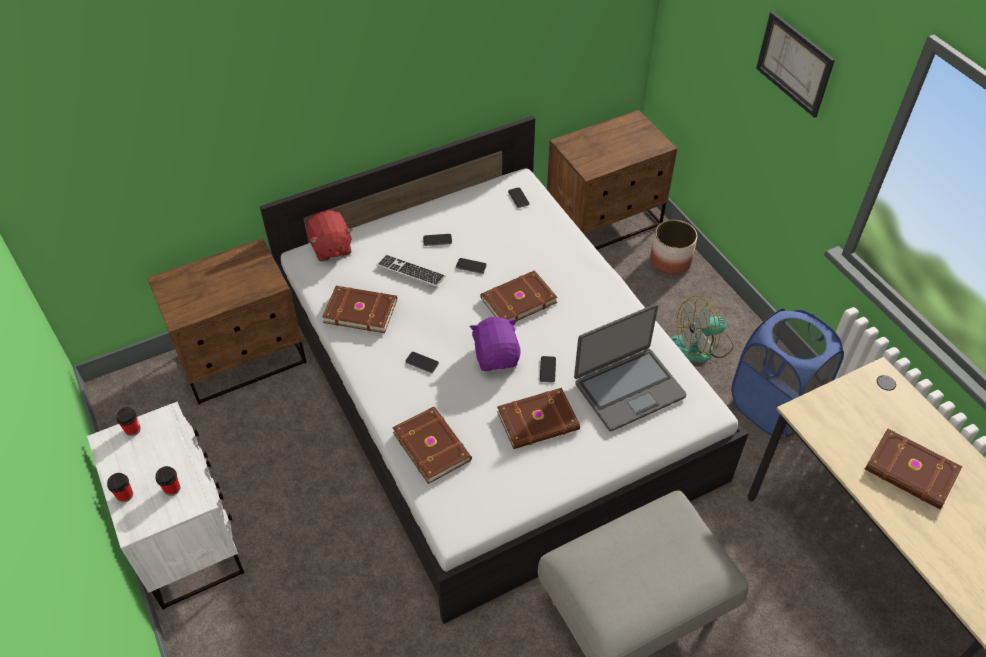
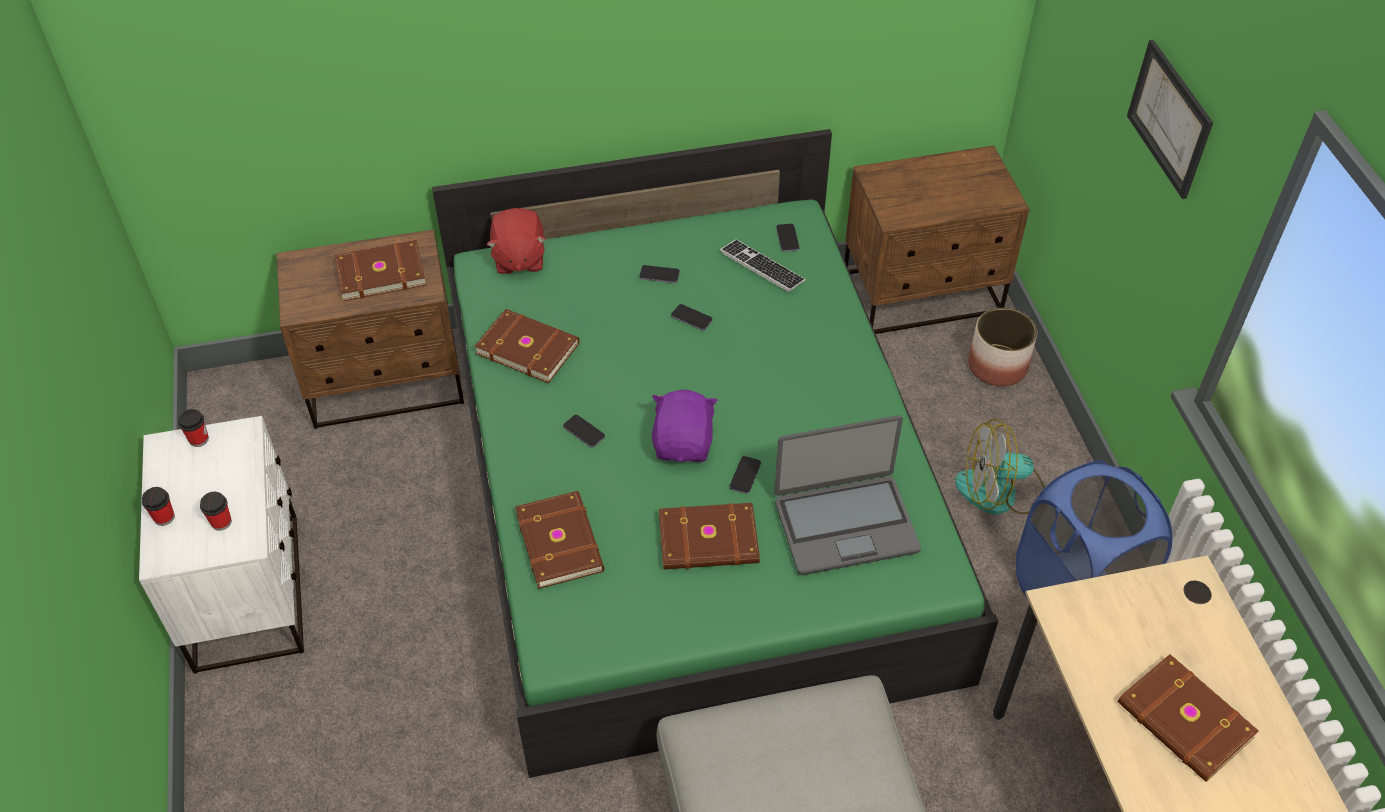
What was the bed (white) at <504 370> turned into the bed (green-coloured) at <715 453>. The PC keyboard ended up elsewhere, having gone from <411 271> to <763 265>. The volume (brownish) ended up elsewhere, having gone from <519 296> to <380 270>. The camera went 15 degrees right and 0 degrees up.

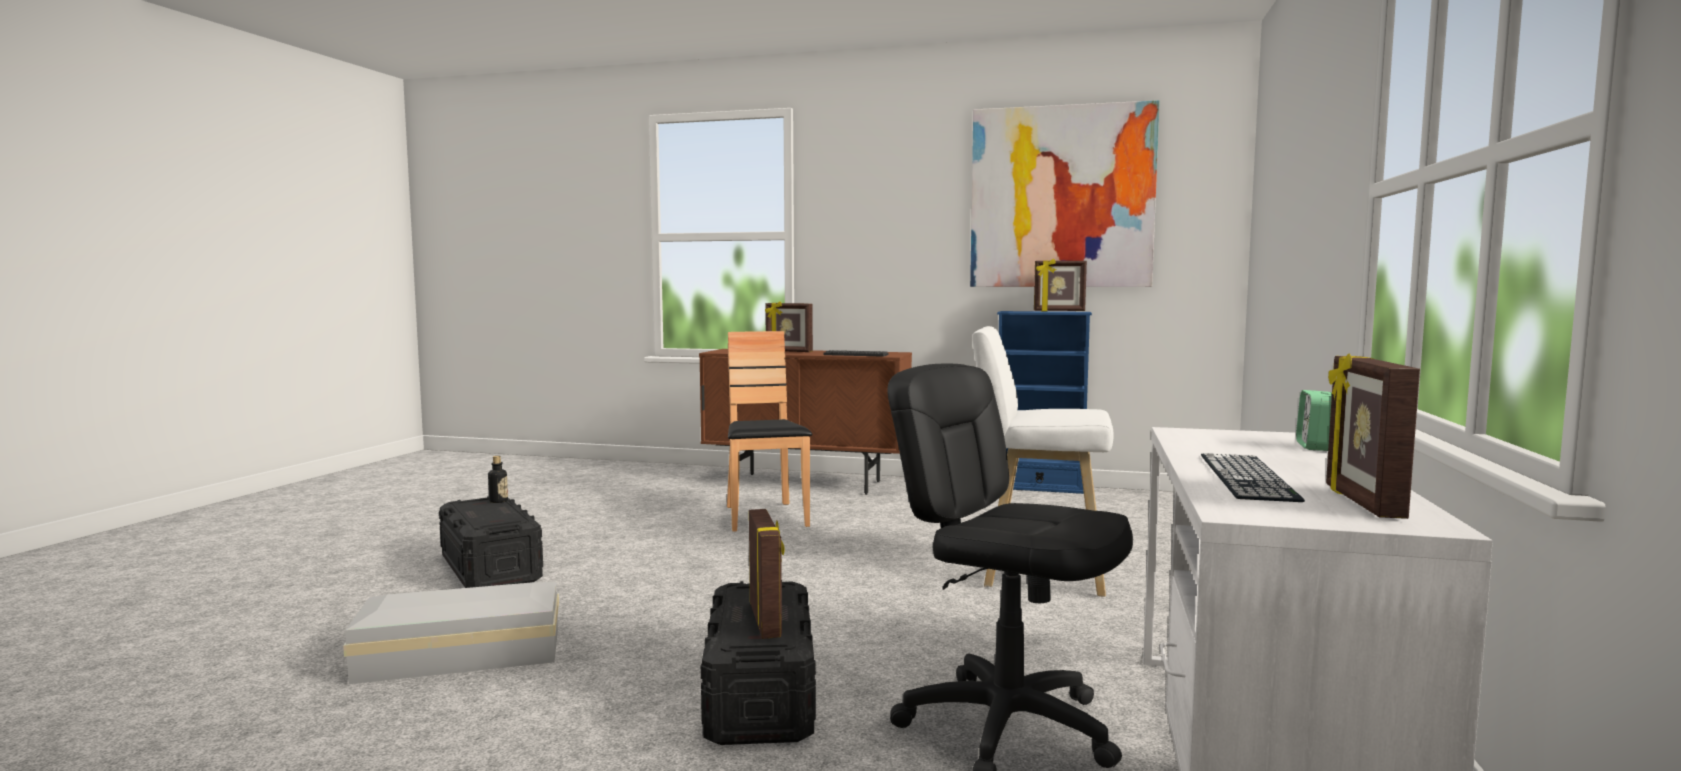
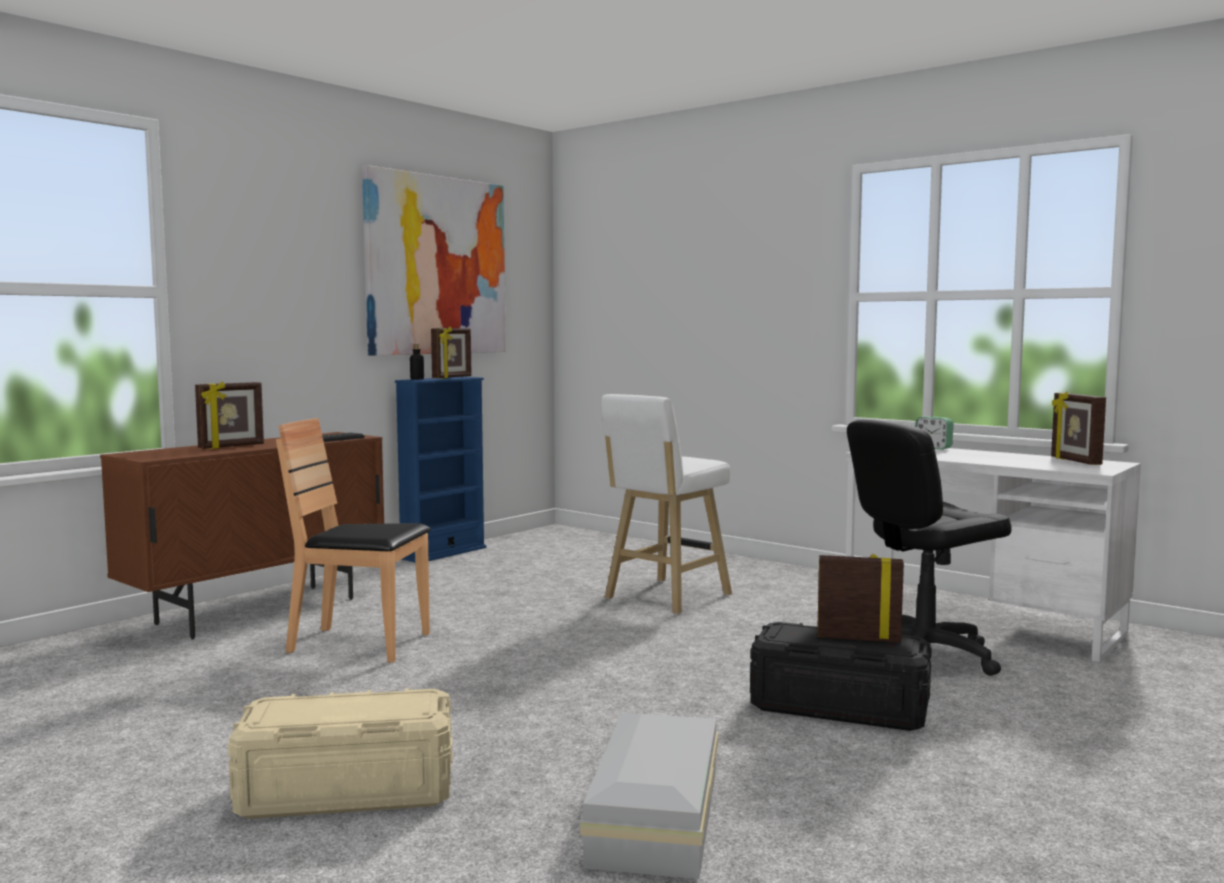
What was the storage container (black-coloured) at <491 542> turned into the storage container (beige) at <340 753>. The drink bottle ended up elsewhere, having gone from <498 479> to <417 362>. The second view lost the PC keyboard at <1253 477>. The picture frame at <1373 436> ended up facing another way, 45 degrees clockwise from before. The camera went 65 degrees left and 0 degrees up.

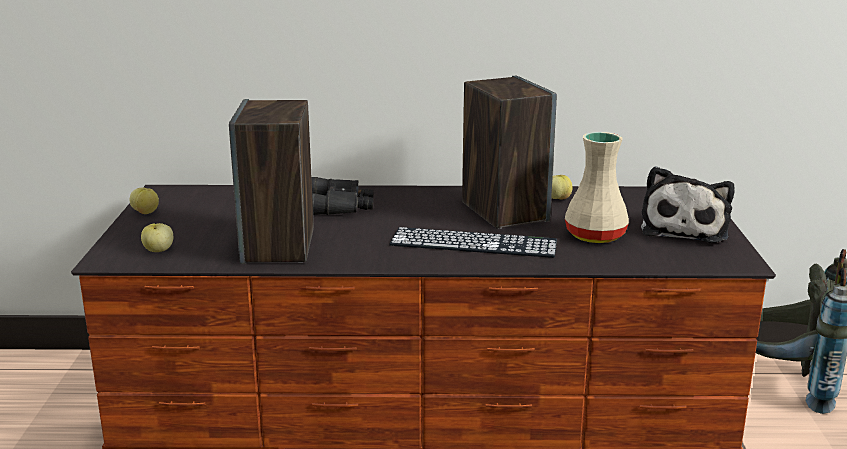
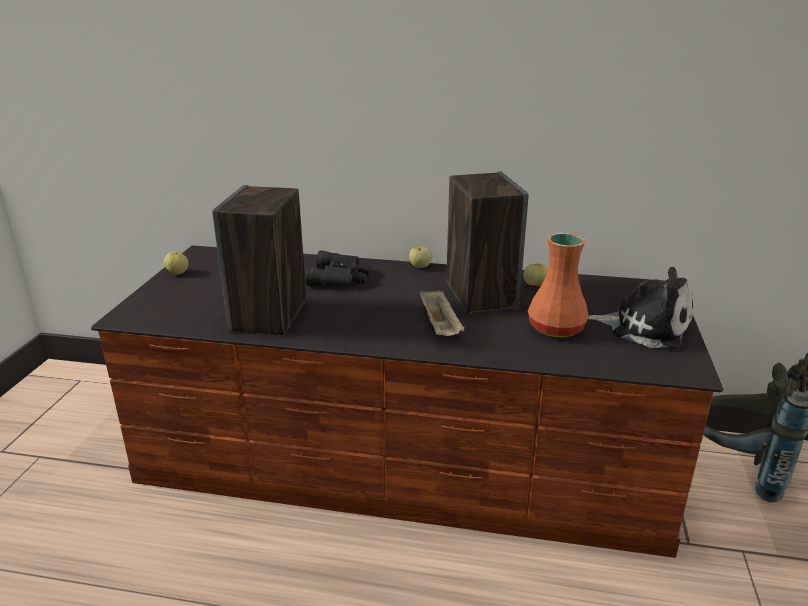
The whole apple ended up elsewhere, having gone from <157 237> to <420 257>. Where the PC keyboard stood at <473 242>, the carrying tray (beige) came to stand at <442 313>. What was the flower vase (beige) at <597 187> turned into the flower vase (orangey) at <558 285>. The plush toy at <687 204> ended up facing another way, 90 degrees counterclockwise from before. The camera went 10 degrees right and 5 degrees up.

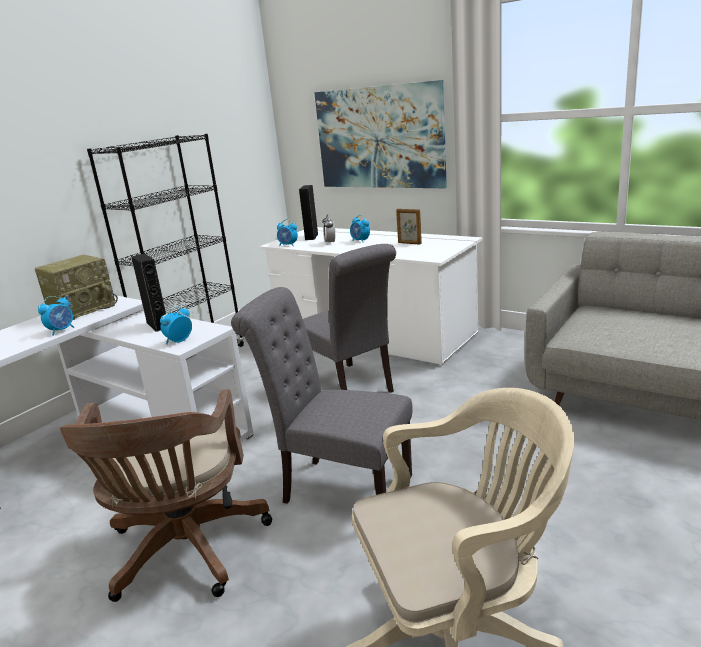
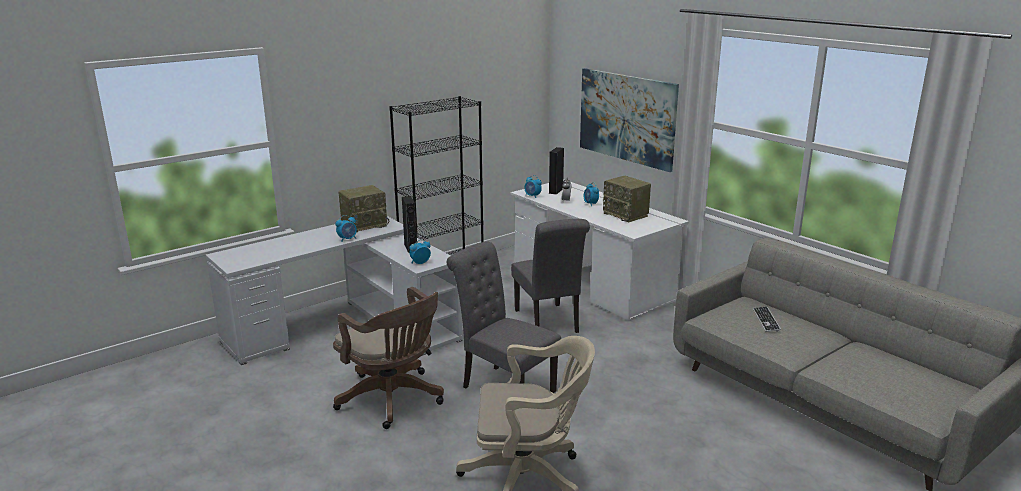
The office chair (brownish) at <166 495> ended up facing another way, 60 degrees counterclockwise from before. Where the picture frame stood at <409 227>, the radio set came to stand at <627 199>. The second view gained the PC keyboard at <767 319>. The camera went 15 degrees right and 0 degrees up.

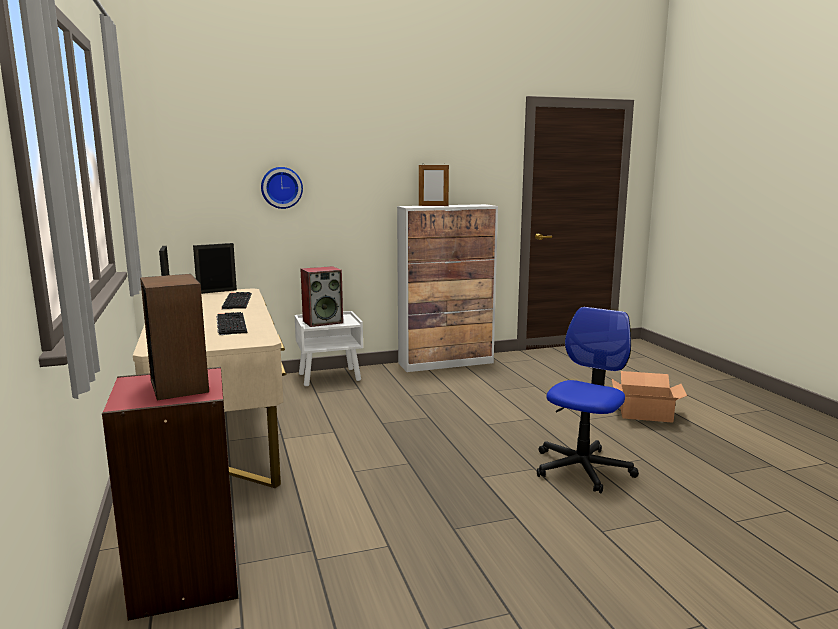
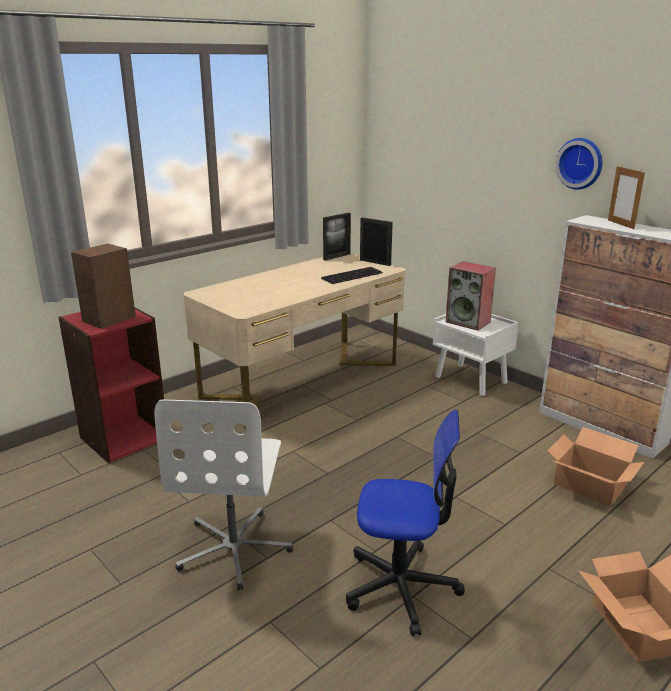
The second view lost the PC keyboard at <232 323>. The hanging clock ended up elsewhere, having gone from <282 188> to <579 164>. The second view gained the office chair (white) at <223 494>. The second view gained the cardboard box at <595 466>. The camera went 65 degrees right and 10 degrees up.

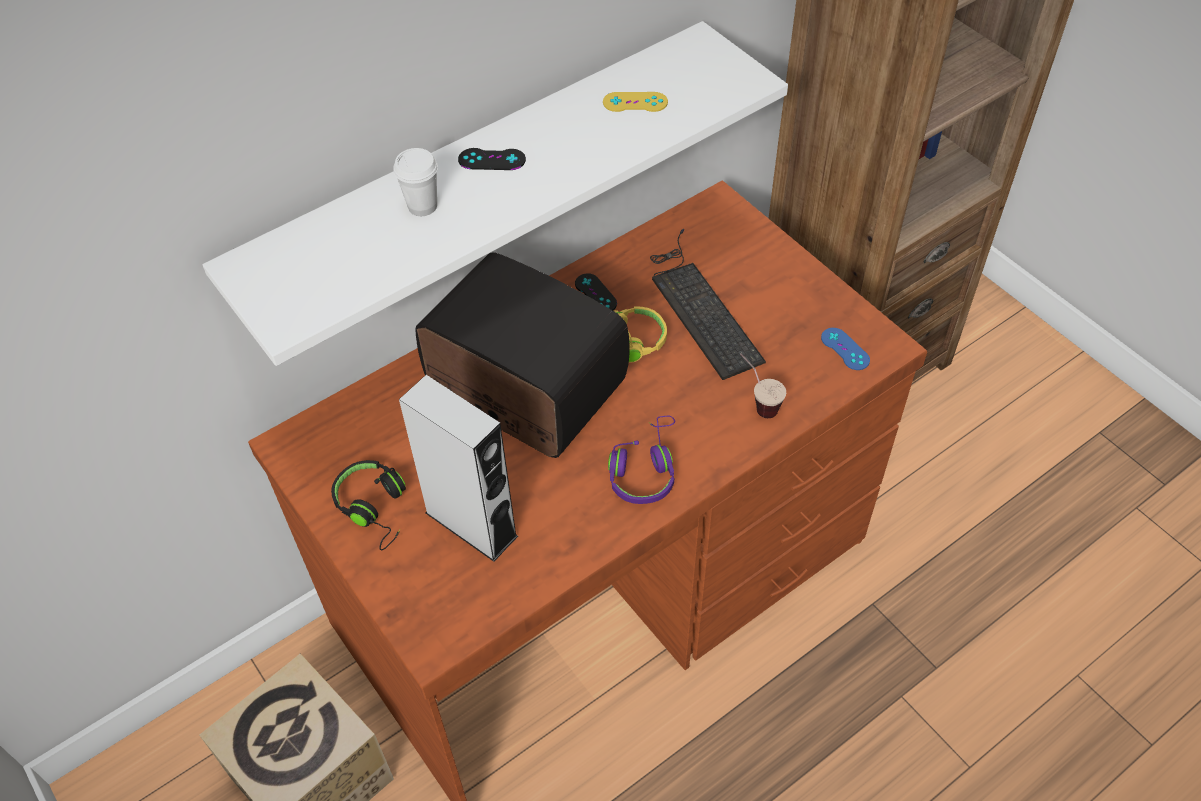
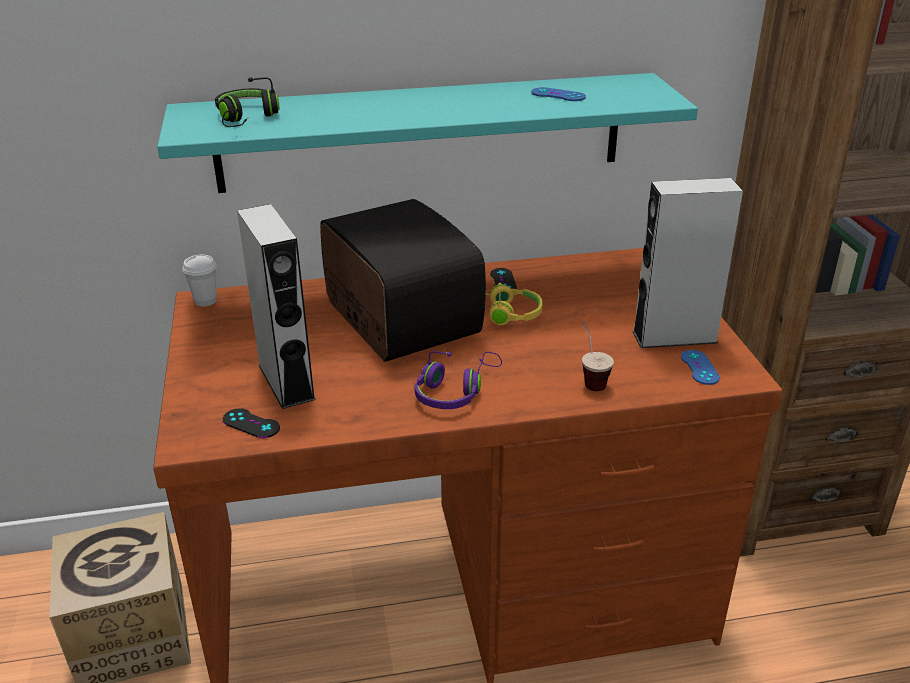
What was the wall shelf (white) at <495 193> turned into the wall shelf (turquoise-coloured) at <427 133>. The headset (black-coloured) ended up elsewhere, having gone from <368 505> to <247 102>. The small cup (white) ended up elsewhere, having gone from <415 182> to <200 281>. The gamepad (black-coloured) ended up elsewhere, having gone from <492 159> to <251 423>. What was the gamepad (yellow-coloured) at <635 102> turned into the gamepad (bluish) at <558 94>. The second view lost the PC keyboard at <708 304>. The second view gained the loudspeaker (grey) at <687 263>. The camera went 25 degrees right and 20 degrees down.

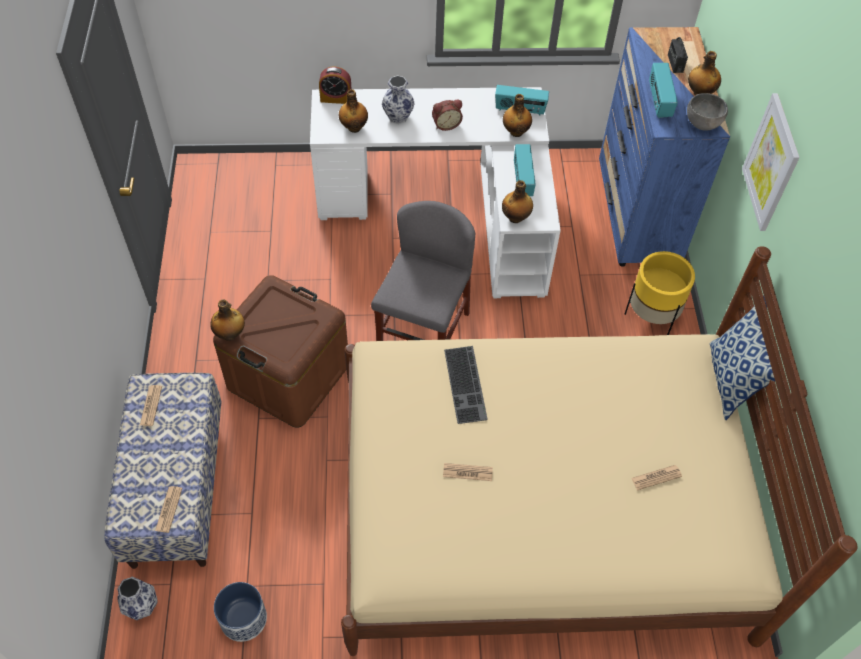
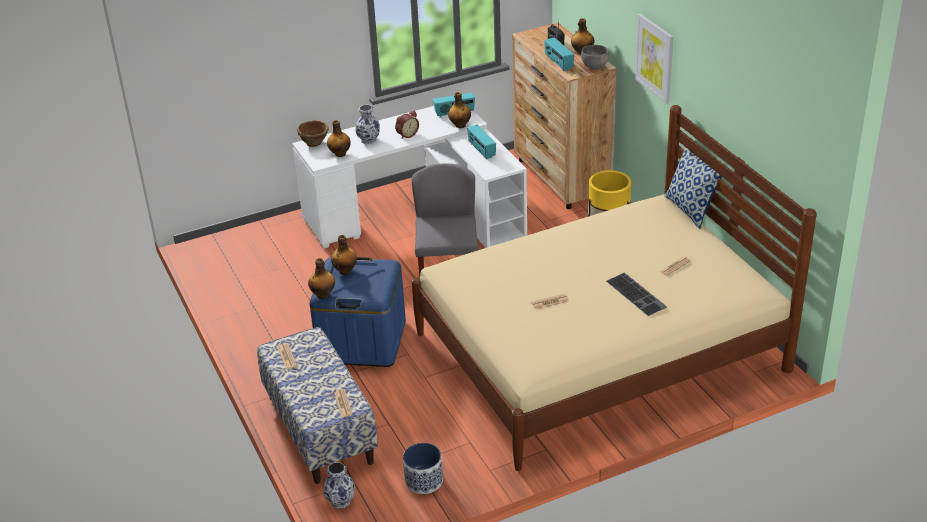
What was the storage container (brownish) at <280 351> turned into the storage container (bluish) at <357 312>. Where the bedside clock stood at <335 85>, the bowl (brownish) came to stand at <313 133>. The PC keyboard ended up elsewhere, having gone from <466 385> to <636 294>. The drink bottle ended up elsewhere, having gone from <517 201> to <344 255>. What was the chest of drawers (bluish) at <664 147> turned into the chest of drawers (brownish) at <564 116>. The camera went 20 degrees left and 20 degrees down.

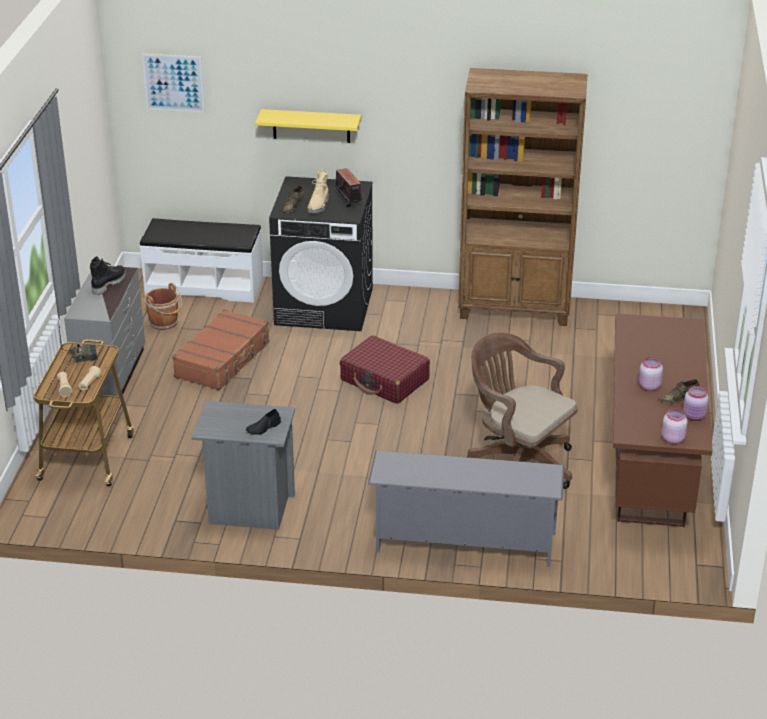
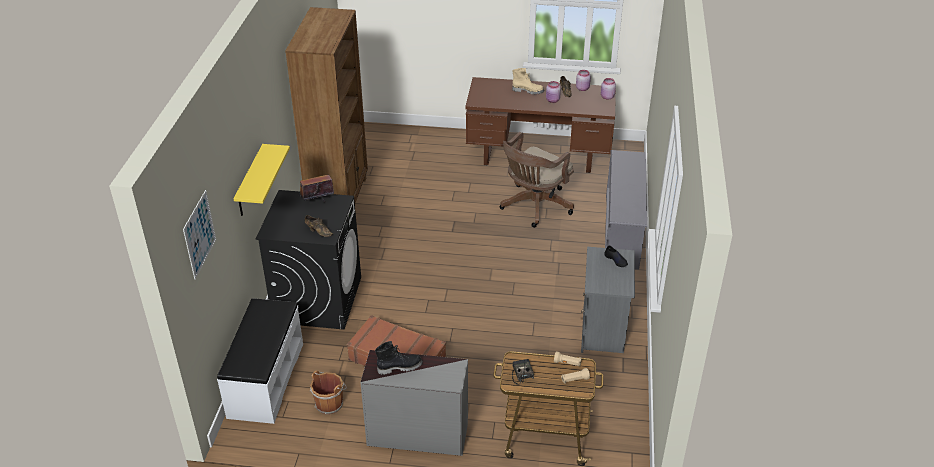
The boot (black-coloured) at <108 275> ended up facing another way, 135 degrees clockwise from before. The boot (beige) ended up elsewhere, having gone from <318 191> to <528 81>. The second view lost the suitcase (red) at <385 369>. The camera went 90 degrees left and 5 degrees up.

